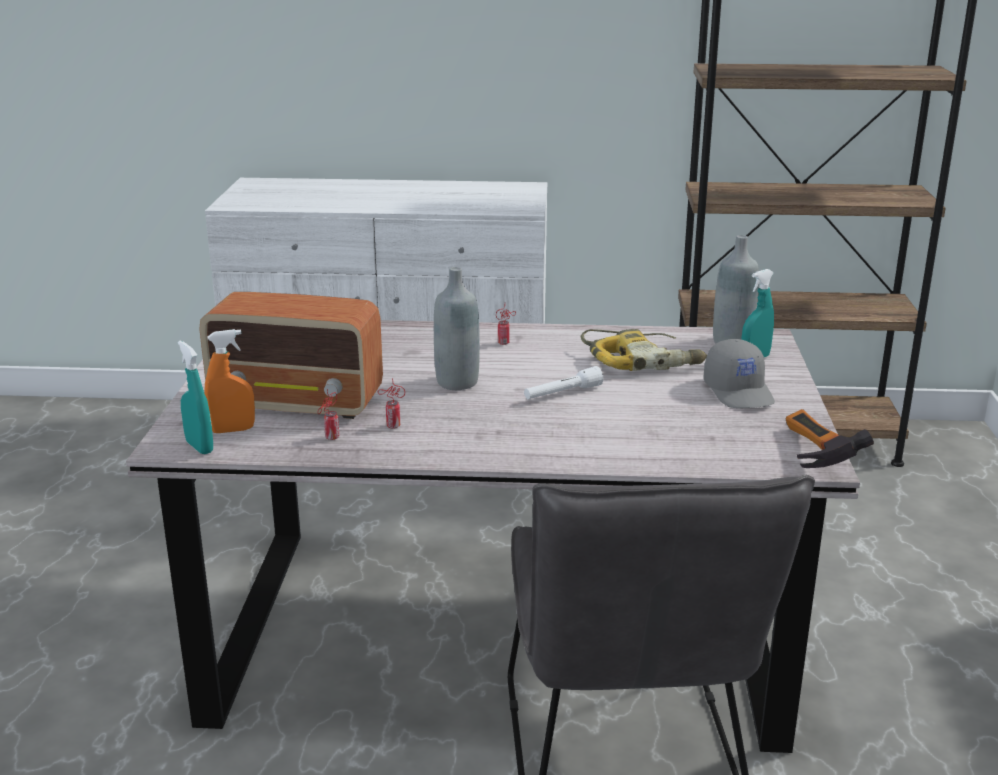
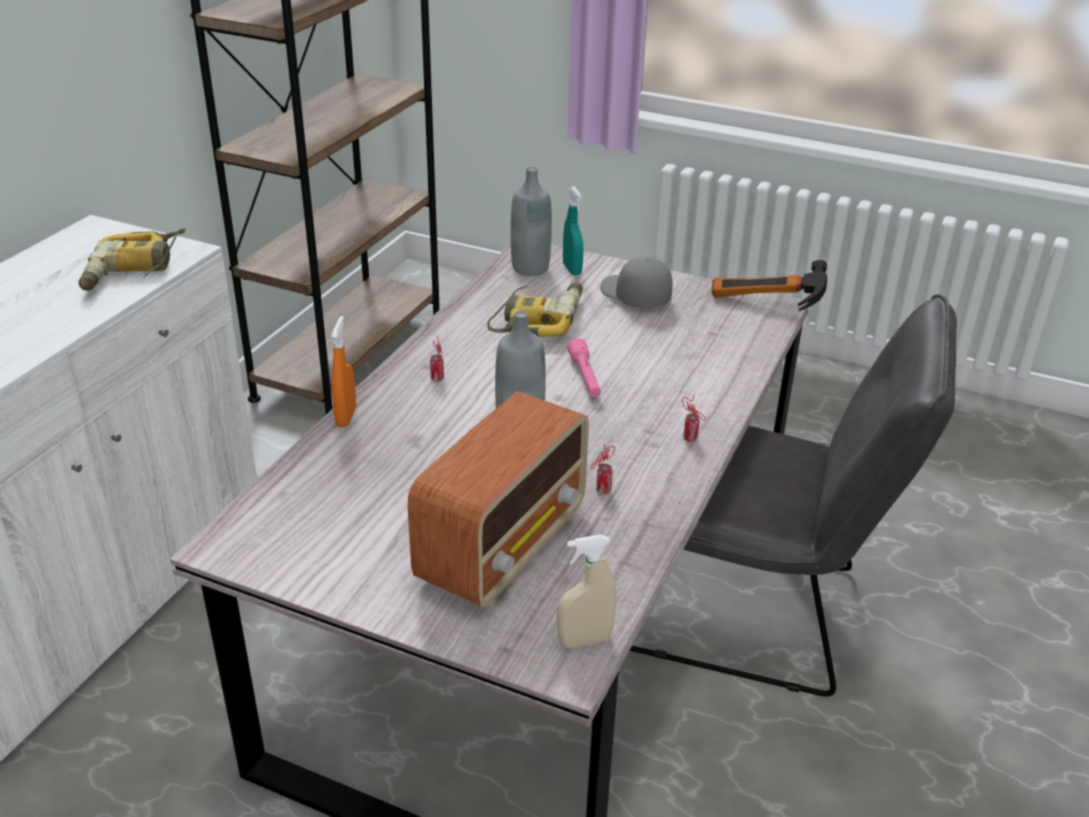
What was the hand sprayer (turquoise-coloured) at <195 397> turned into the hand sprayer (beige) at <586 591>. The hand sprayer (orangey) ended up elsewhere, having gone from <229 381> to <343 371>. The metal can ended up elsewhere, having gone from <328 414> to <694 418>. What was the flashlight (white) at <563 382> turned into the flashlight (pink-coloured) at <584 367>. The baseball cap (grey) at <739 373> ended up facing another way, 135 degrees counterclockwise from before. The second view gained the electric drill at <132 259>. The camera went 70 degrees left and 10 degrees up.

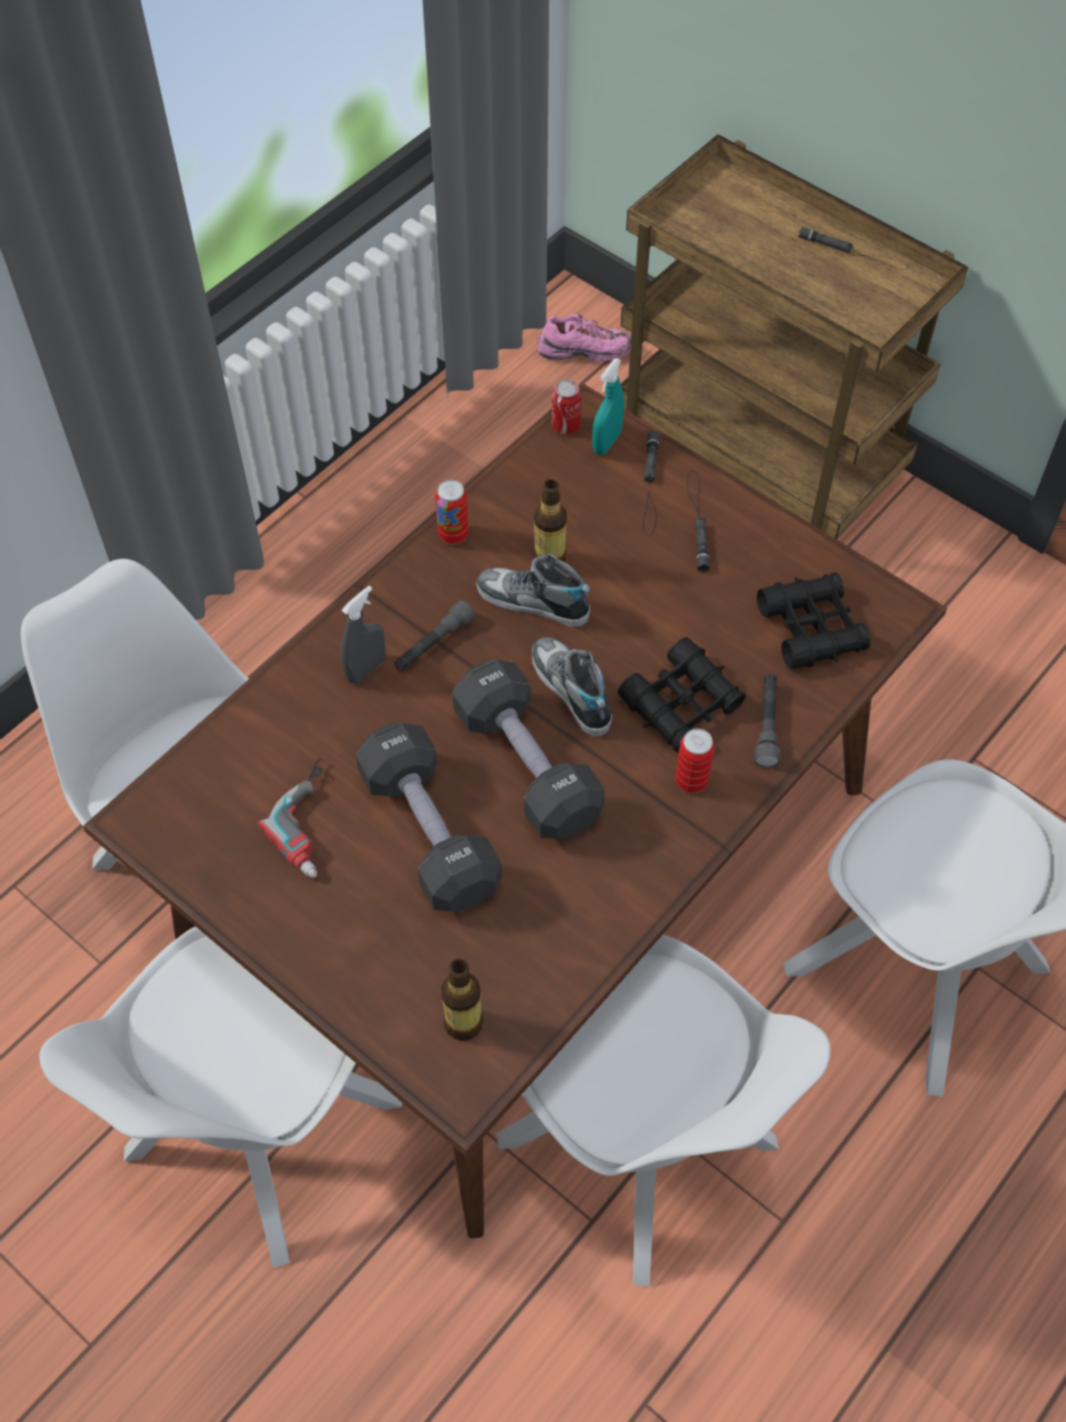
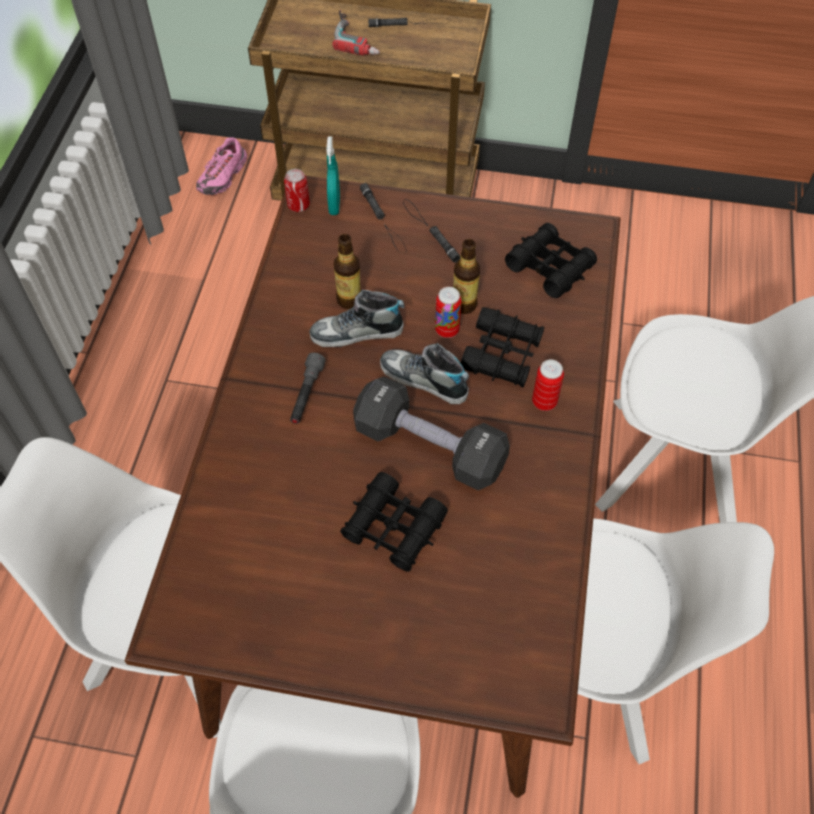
The electric drill ended up elsewhere, having gone from <290 817> to <356 33>. The second view lost the hand sprayer (grey) at <363 635>. Where the dumbbell (black-coloured) stood at <428 817>, the field glasses (black-coloured) came to stand at <394 522>. The metal can ended up elsewhere, having gone from <451 512> to <448 312>. The drink bottle ended up elsewhere, having gone from <462 1000> to <467 276>. The shoe (pink-coloured) at <584 337> ended up facing another way, 150 degrees clockwise from before. The second view lost the flashlight (grey) at <767 721>. The camera went 30 degrees left and 0 degrees up.

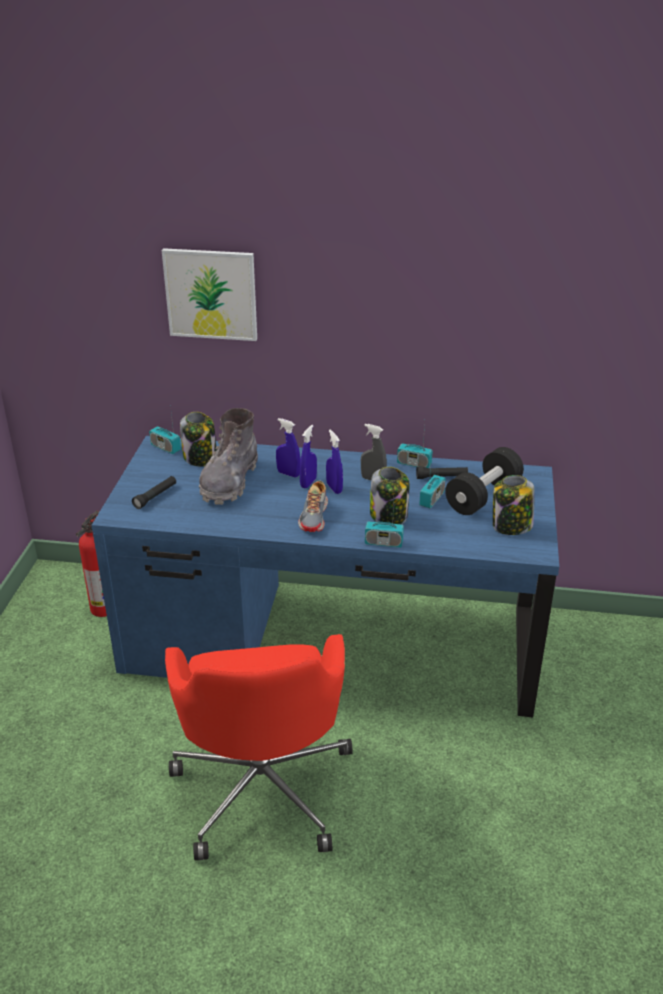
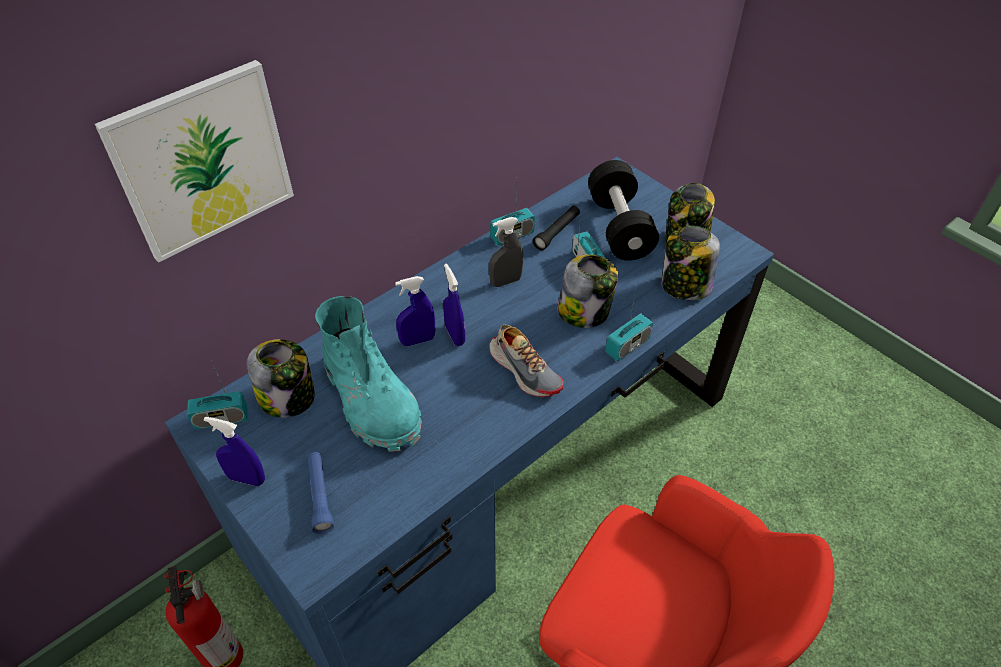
What was the flashlight (black-coloured) at <154 492> turned into the flashlight (bluish) at <320 493>. What was the boot (grey) at <228 456> turned into the boot (turquoise-coloured) at <368 374>. The hand sprayer (bluish) ended up elsewhere, having gone from <334 462> to <234 451>. The second view gained the preserve jar at <691 263>. The camera went 50 degrees left and 15 degrees up.

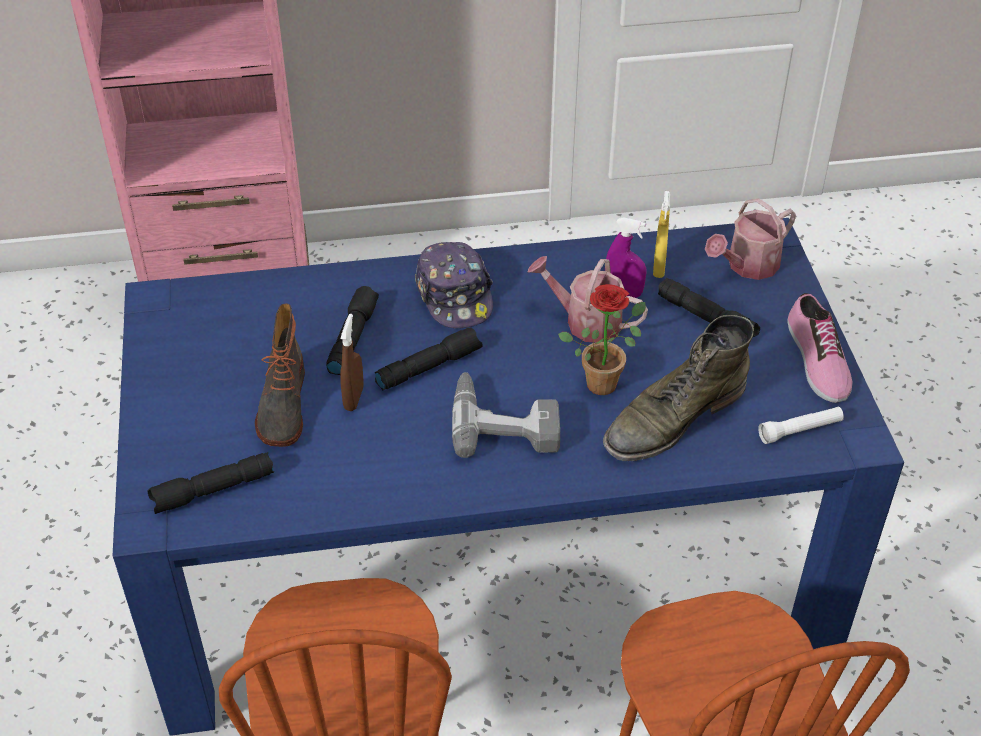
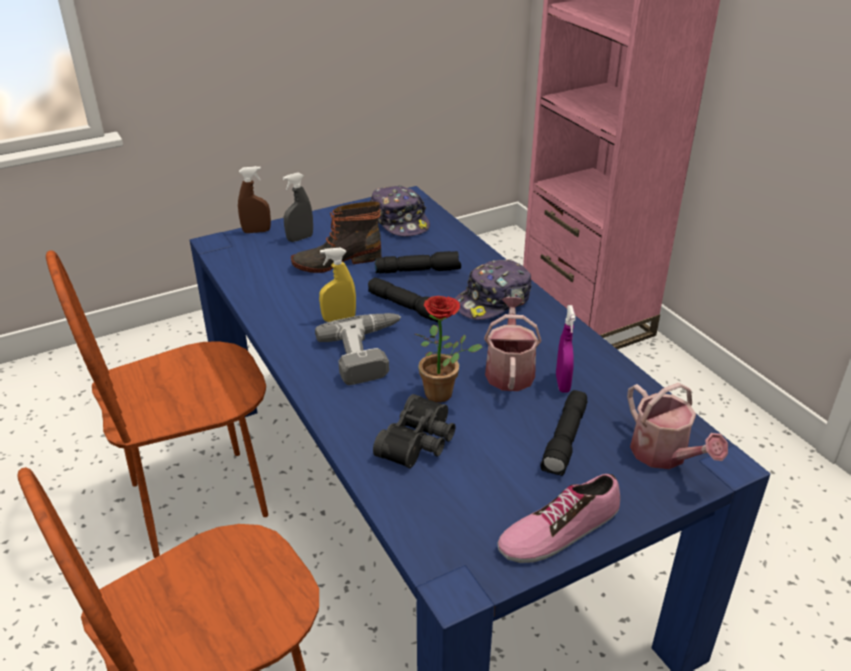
The second view lost the flashlight (black-coloured) at <210 483>. The hand sprayer (brownish) ended up elsewhere, having gone from <352 362> to <254 199>. Where the boot (green-coloured) stood at <678 388>, the field glasses (black-coloured) came to stand at <414 431>. The hand sprayer (yellow-coloured) ended up elsewhere, having gone from <661 234> to <337 285>. The watering pot at <750 239> ended up facing another way, 150 degrees counterclockwise from before. The second view lost the flashlight (white) at <801 425>. The second view gained the hand sprayer (grey) at <298 207>. The second view gained the baseball cap at <400 211>. The camera went 70 degrees right and 10 degrees down.

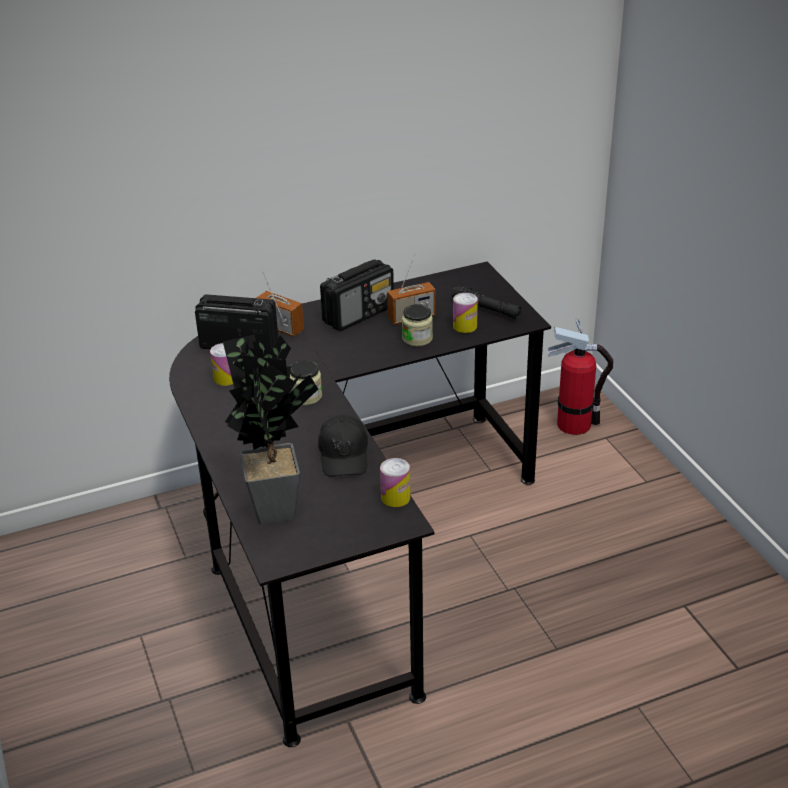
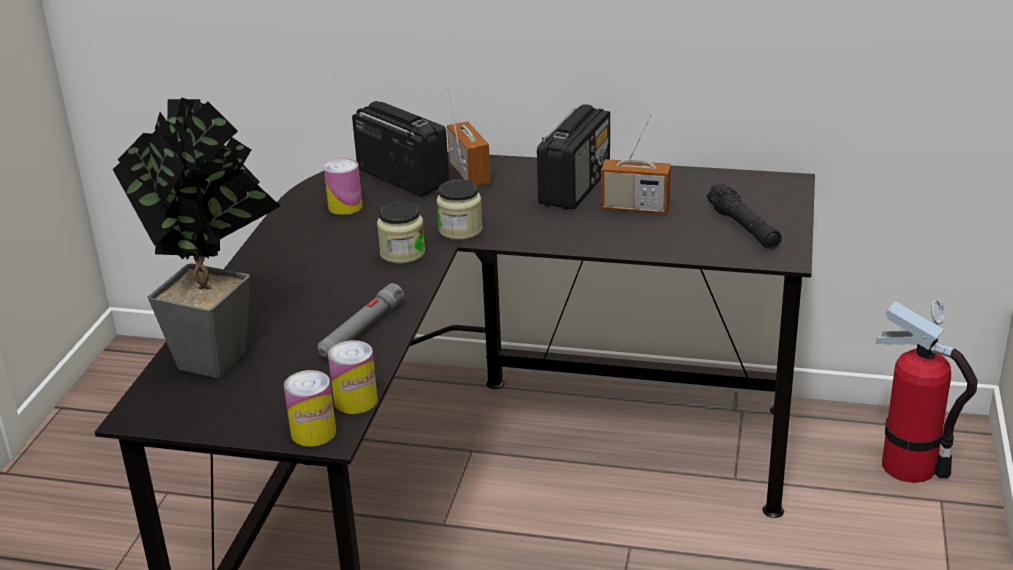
Where the baseball cap (black-coloured) stood at <343 446>, the flashlight (grey) came to stand at <361 320>. The radio set at <357 295> ended up facing another way, 60 degrees counterclockwise from before. The preserve jar ended up elsewhere, having gone from <417 325> to <459 209>. The metal can ended up elsewhere, having gone from <465 313> to <310 408>. The camera went 35 degrees right and 5 degrees down.

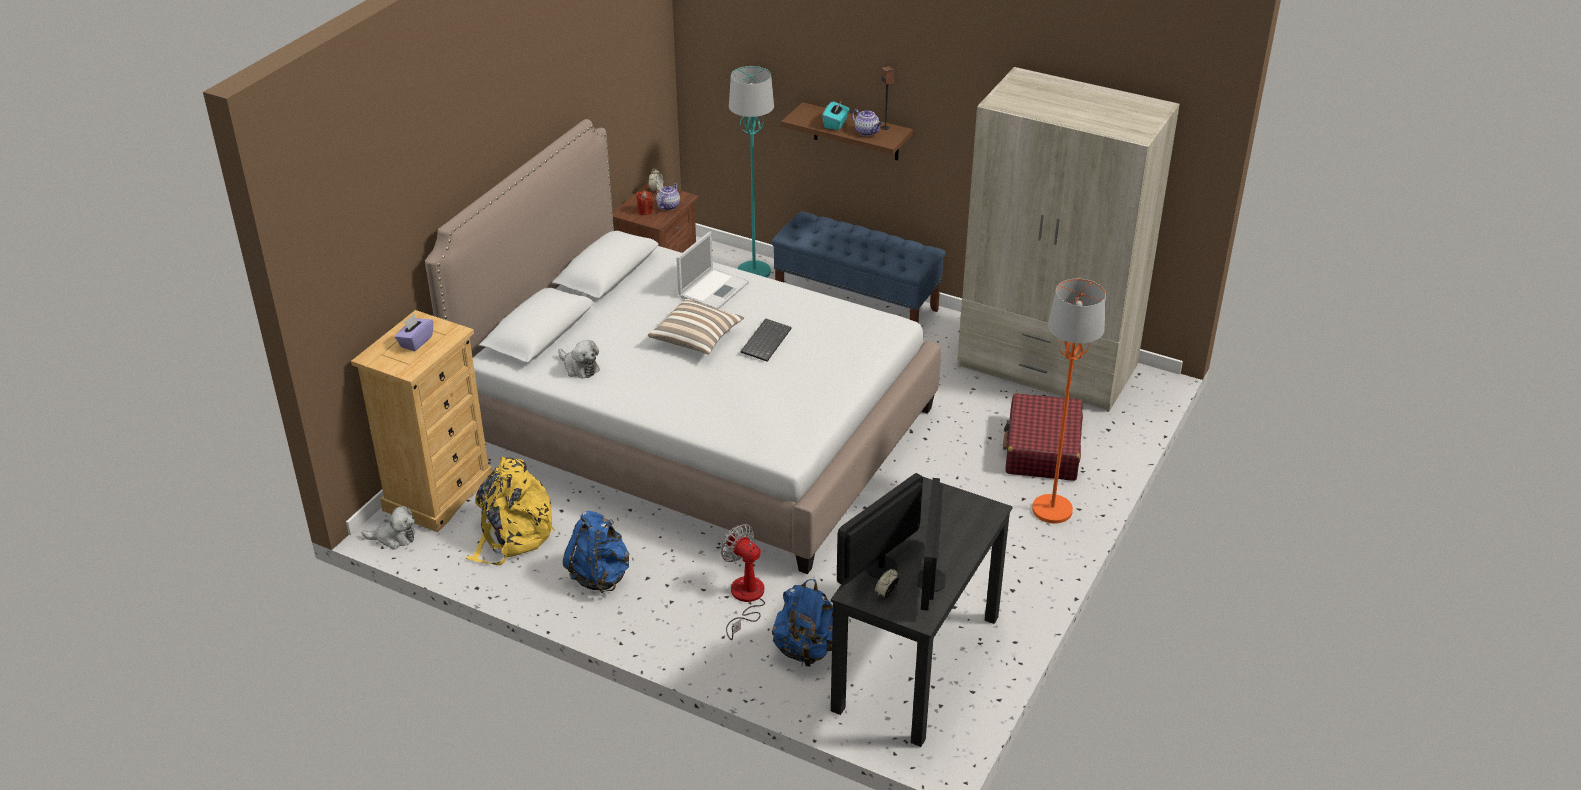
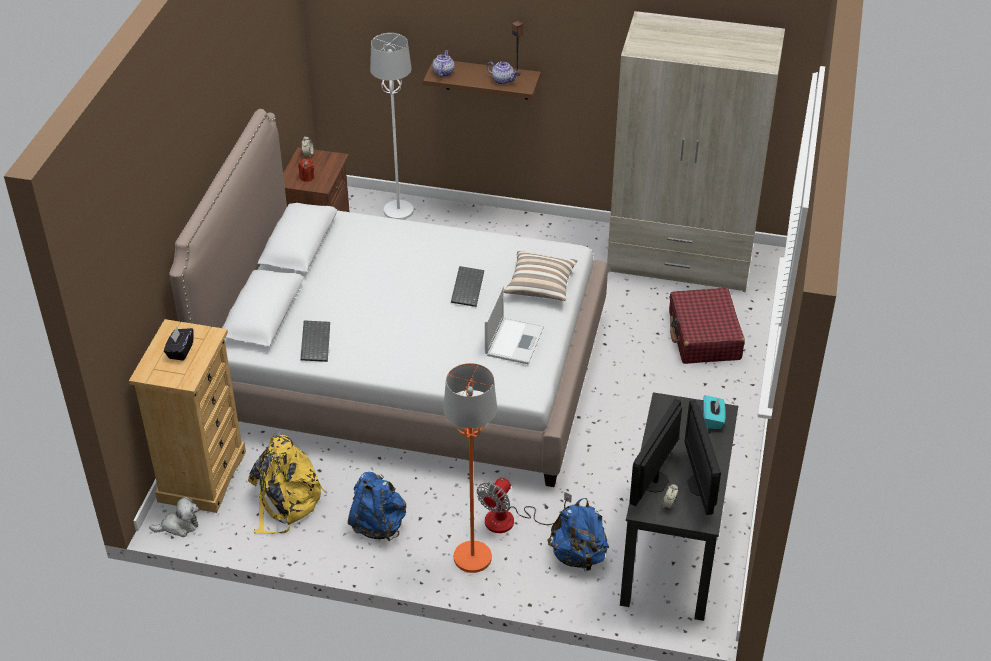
What was the box of tissues (purple) at <414 332> turned into the box of tissues (black-coloured) at <179 344>. Where the plush toy stood at <579 359>, the PC keyboard came to stand at <315 341>. The cushion ended up elsewhere, having gone from <696 327> to <540 276>. The pot for tea ended up elsewhere, having gone from <668 196> to <443 63>. The laptop ended up elsewhere, having gone from <712 270> to <514 325>. The electric fan at <742 582> ended up facing another way, 90 degrees counterclockwise from before. What was the standard lamp (turquoise-coloured) at <751 171> turned into the standard lamp (white) at <392 126>. The second view lost the indoor bench (bluish) at <859 267>. The box of tissues (turquoise-coloured) ended up elsewhere, having gone from <836 115> to <714 412>. The standard lamp (orangey) ended up elsewhere, having gone from <1069 401> to <470 468>. The camera went 15 degrees left and 5 degrees up.

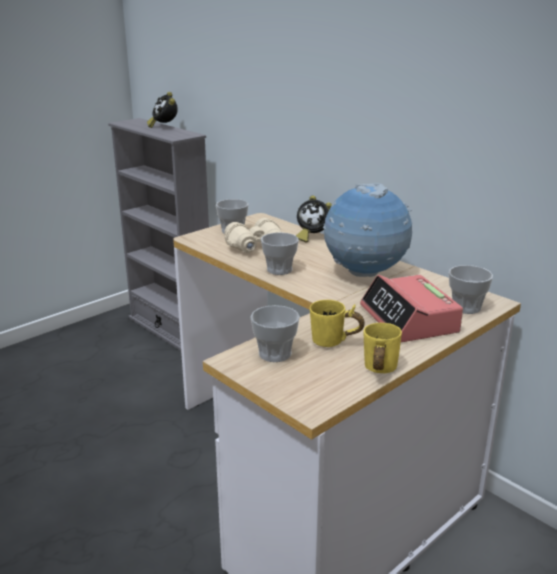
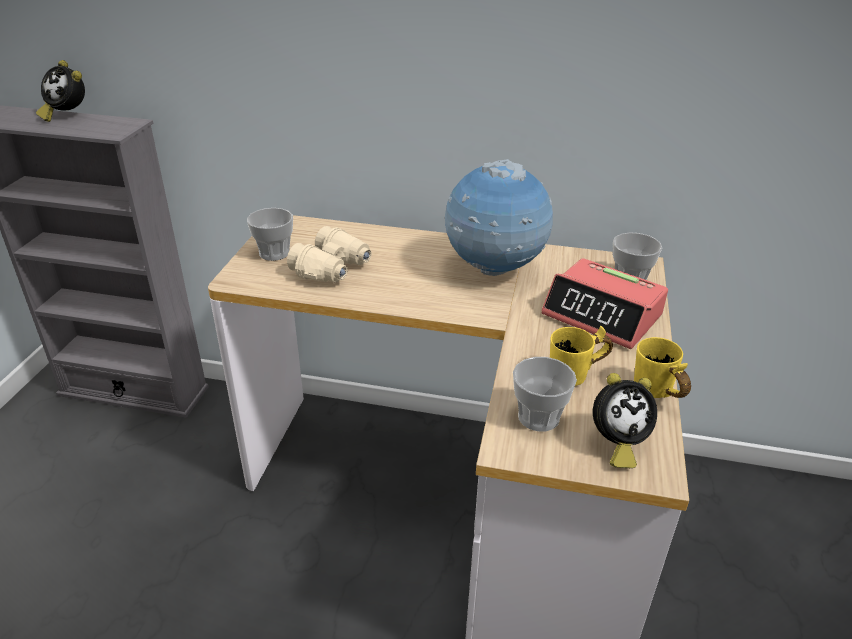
The second view lost the small cup at <280 253>. The bedside clock ended up elsewhere, having gone from <314 219> to <625 420>. The camera went 35 degrees left and 10 degrees up.

